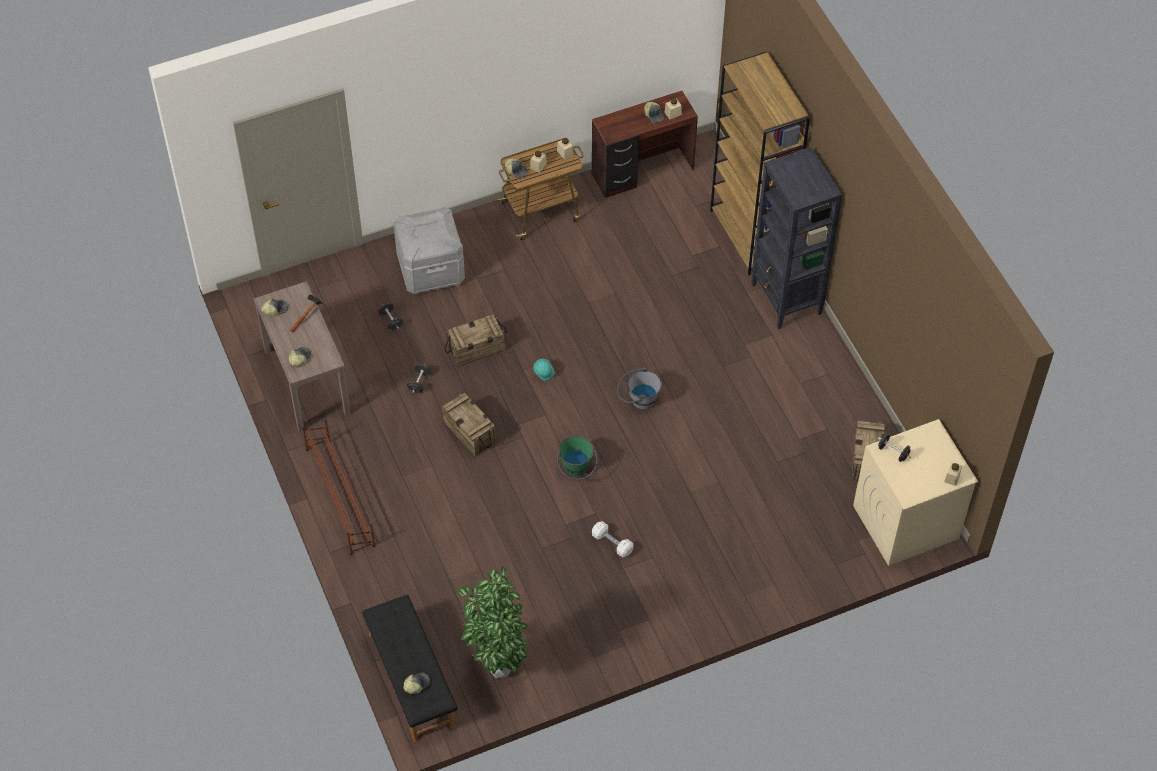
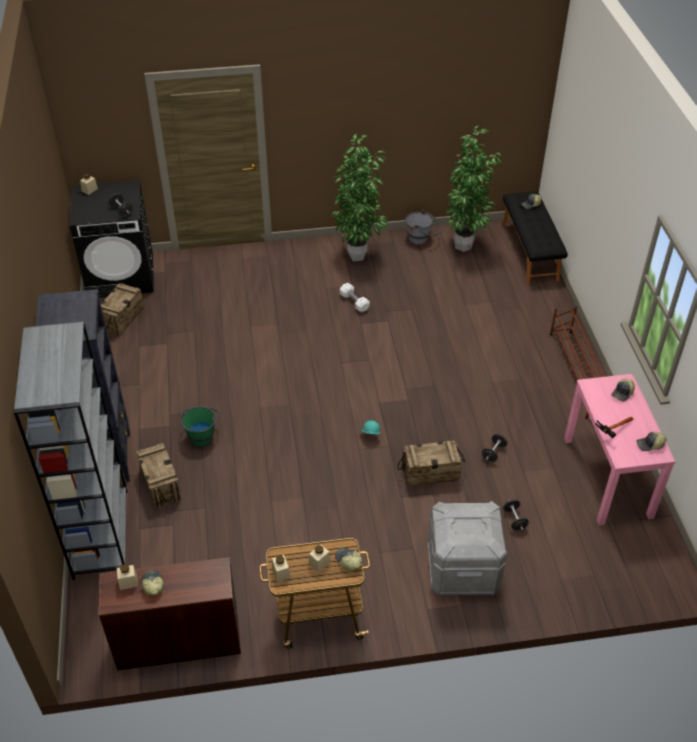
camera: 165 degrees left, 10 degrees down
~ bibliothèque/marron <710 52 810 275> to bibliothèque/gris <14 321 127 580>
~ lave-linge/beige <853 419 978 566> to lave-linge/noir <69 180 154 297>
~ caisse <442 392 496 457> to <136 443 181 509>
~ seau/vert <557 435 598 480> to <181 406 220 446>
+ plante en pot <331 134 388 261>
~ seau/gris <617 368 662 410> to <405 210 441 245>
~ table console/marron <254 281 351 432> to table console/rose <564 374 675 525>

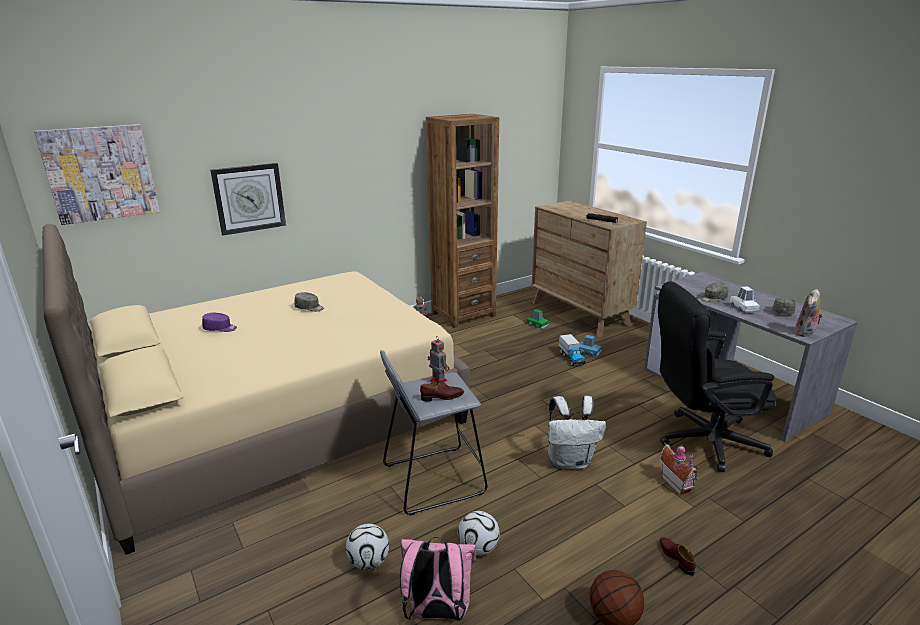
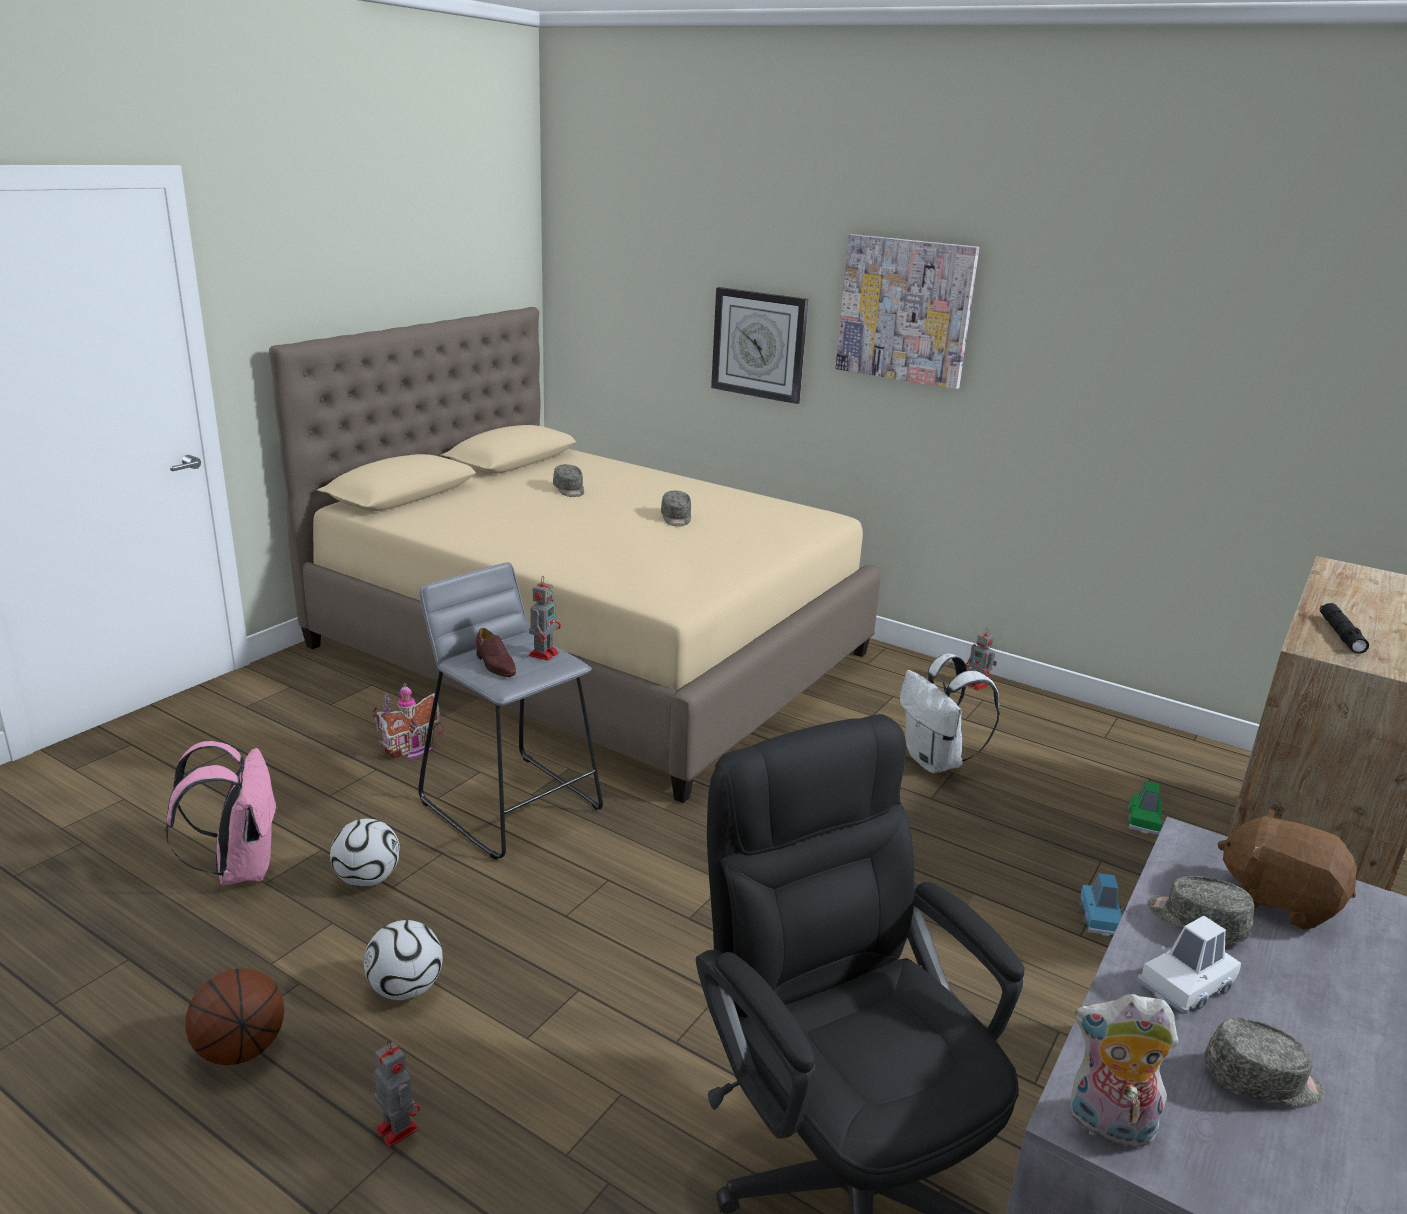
camera: 65 degrees right, 0 degrees up
~ ballon de foot <346 524 389 570> to <364 920 443 1000>
~ maison miniature <660 442 698 495> to <372 683 444 760>
~ chaussure/marron <660 537 696 576> to robot jouet <372 1040 420 1147>
~ casquette/violet <202 313 237 332> to casquette/gris <553 464 584 497>
~ tableau <34 124 160 225> to <836 234 979 389>
~ sac à dos/blanc <548 396 606 469> to <900 654 1000 773>
+ peluche/marron <1217 808 1357 930>
- bibliothèque/marron <426 114 499 328>
- camion jouet <559 334 585 366>

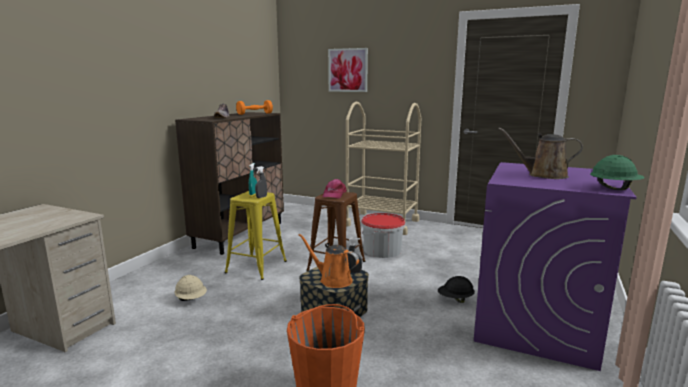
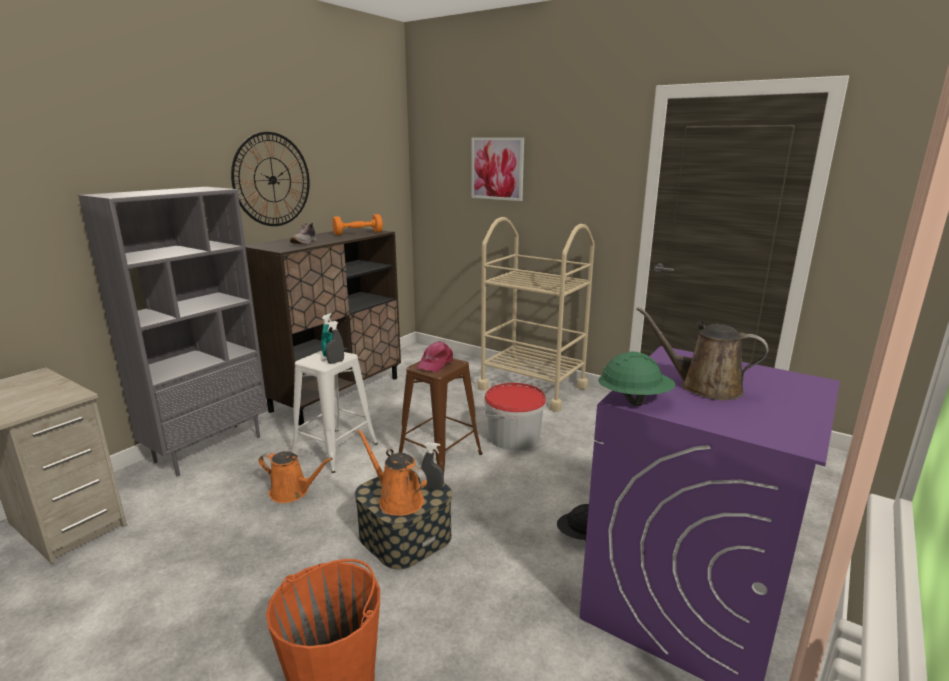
camera: 10 degrees right, 5 degrees up
+ bibliothèque/gris <78 187 268 477>
+ horloge murale <231 132 310 226>
+ arrosoir/orange <259 451 333 503>
~ tabouret/jaune <225 191 287 280> to tabouret/blanc <292 351 378 473>
~ casque de chantier/vert <590 155 645 190> to <598 351 675 406>
- casque de chantier/beige <174 275 207 301>

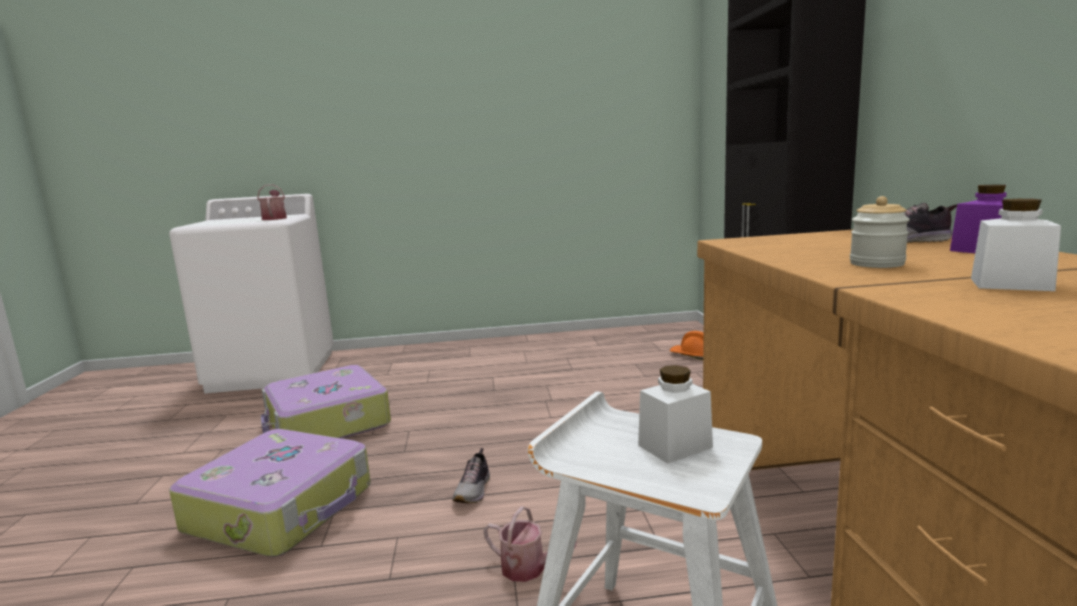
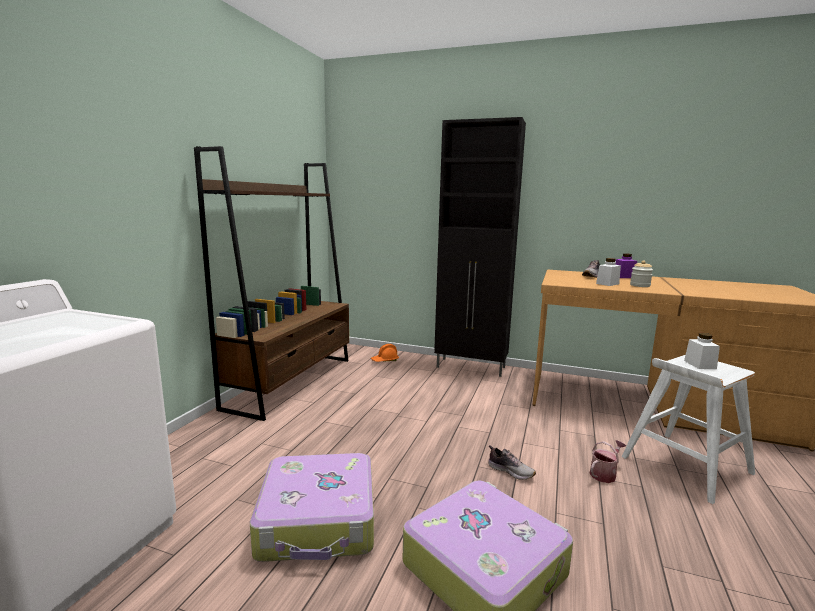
camera: 65 degrees left, 0 degrees up
+ bibliothèque/marron <194 146 349 421>
~ bocal/blanc <971 199 1061 291> to <596 258 621 286>
- arrosoir <257 184 287 220>

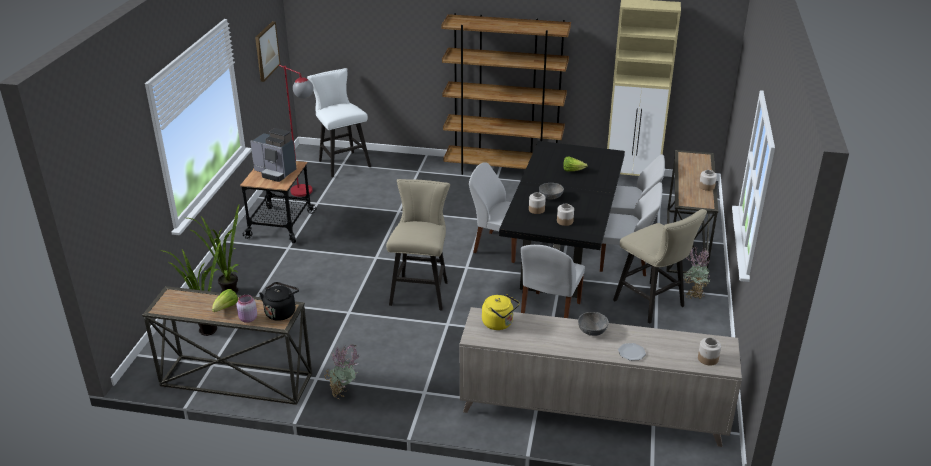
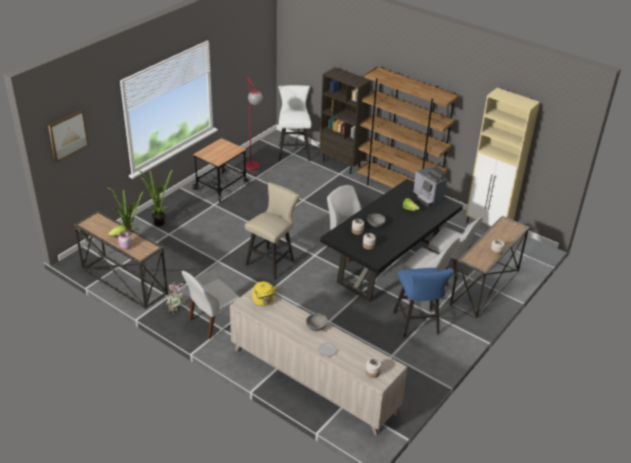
camera: 25 degrees right, 5 degrees up
~ tableau <255 21 281 82> to <48 110 89 162>
~ chaise/blanc <521 245 585 318> to <182 271 240 339>
+ bibliothèque/marron <319 67 371 174>
~ tabouret/beige <613 209 707 323> to tabouret/bleu <393 268 454 337>
~ machine à café <250 128 297 182> to <413 166 447 207>
- bouilloire/noir <259 282 299 321>
- plante en pot <683 247 711 299>

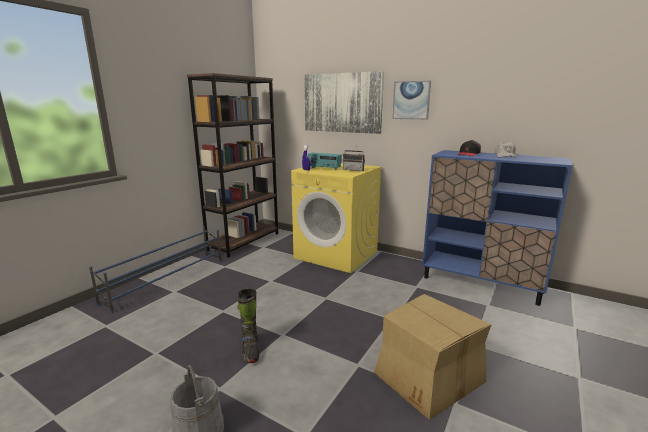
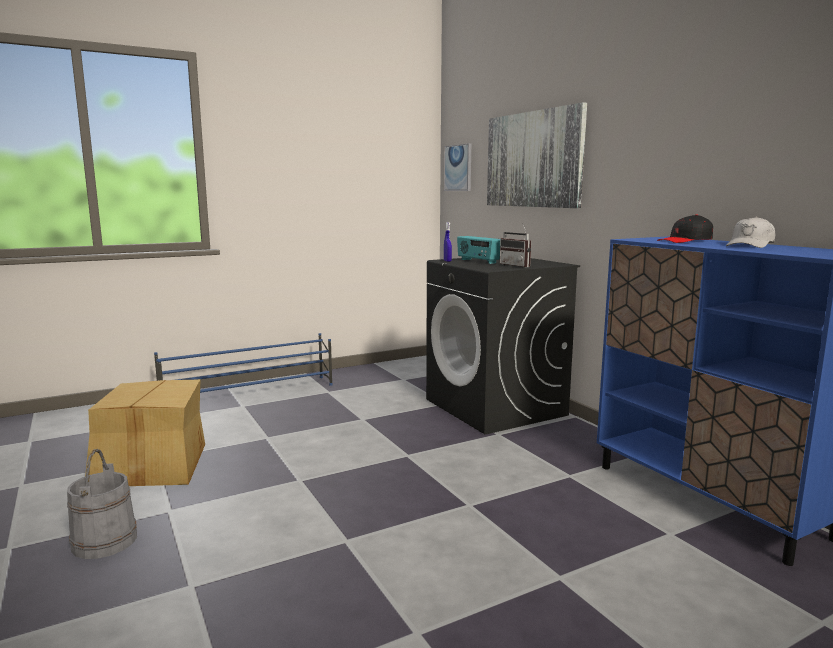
camera: 30 degrees right, 5 degrees down
~ carton <374 294 492 420> to <85 379 205 486>
~ lave-linge/jaune <291 163 382 273> to lave-linge/noir <426 258 580 435>
~ tableau <392 81 431 120> to <444 143 471 191>
- bibliothèque/marron <187 73 278 258>
- botte/noir <237 288 259 363>

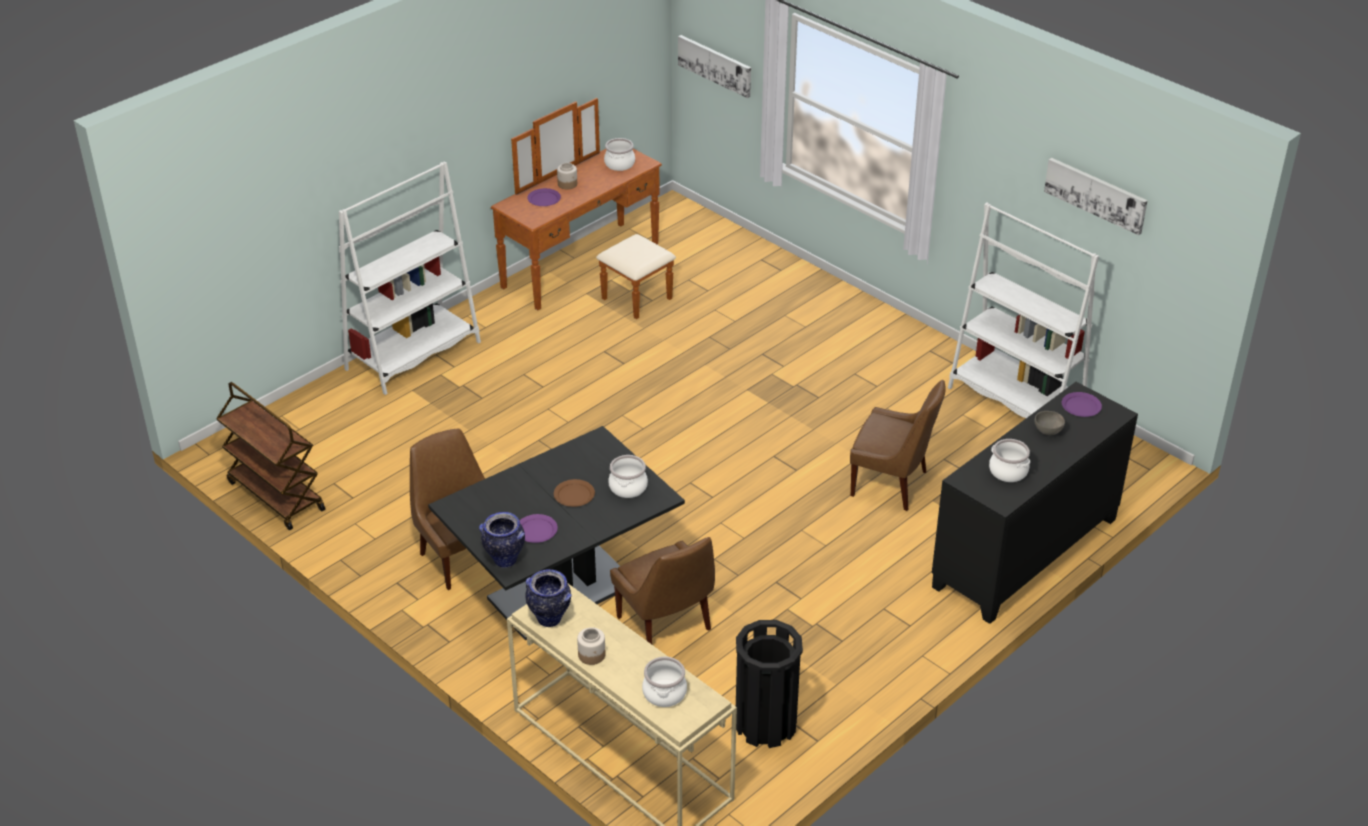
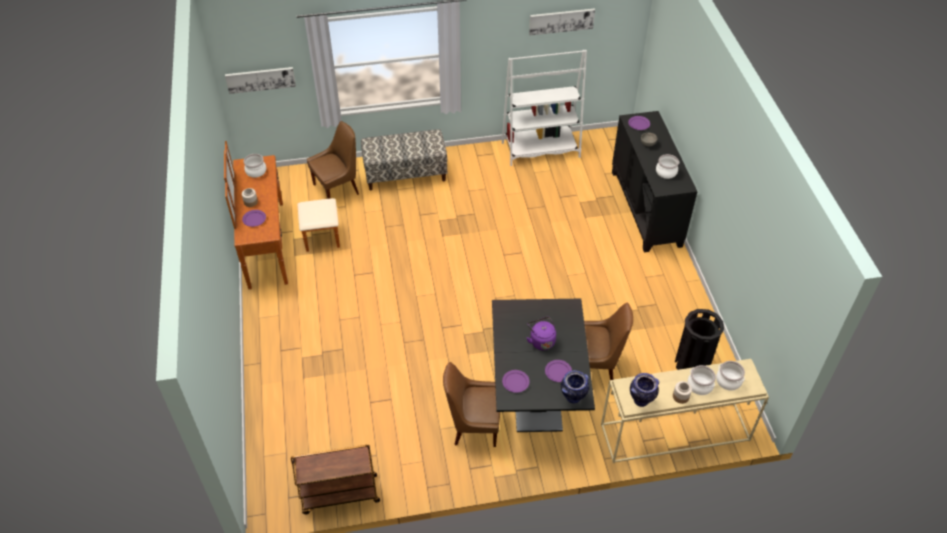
camera: 55 degrees left, 10 degrees up
~ chaise/marron <850 380 946 511> to <307 121 359 199>
+ banc <361 129 447 190>
+ assiette/violet <502 370 530 393>
~ assiette/marron <554 479 595 507> to bouilloire/violet <527 317 556 350>
~ marmite <608 455 648 498> to <687 365 716 395>
- bibliothèque/blanc <339 161 481 395>

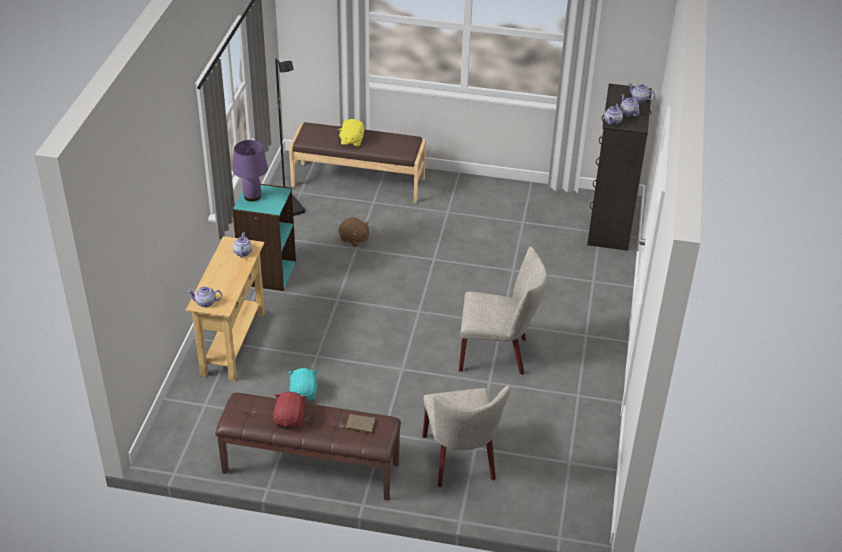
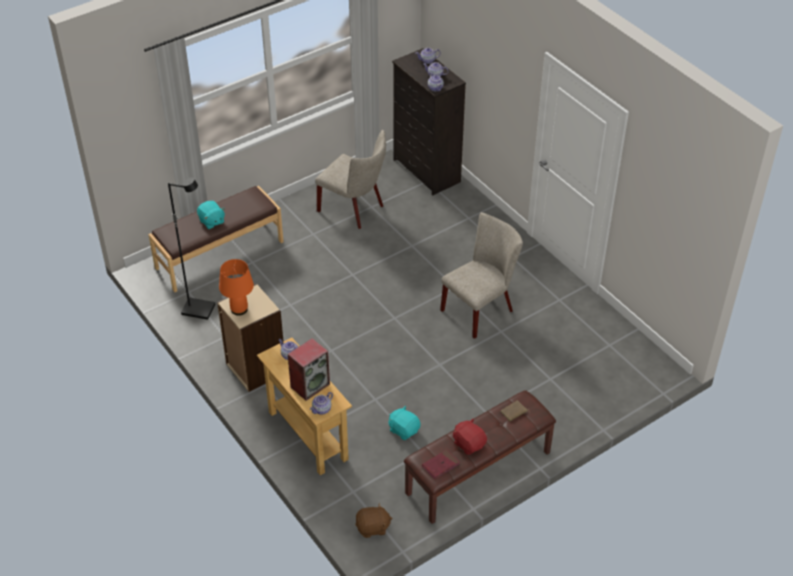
camera: 45 degrees left, 5 degrees up
~ peluche/jaune <338 119 364 147> to peluche/turquoise <197 201 225 229>
~ bibliothèque/turquoise <232 184 296 291> to bibliothèque/beige <217 283 283 392>
~ lampe de table/violet <232 140 268 202> to lampe de table/orange <219 259 254 316>
+ enceinte <288 338 330 401>
~ chaise/beige <422 386 511 487> to <315 130 386 229>
~ peluche/marron <338 217 369 247> to <355 503 392 538>
+ livre/rouge <422 450 460 479>

